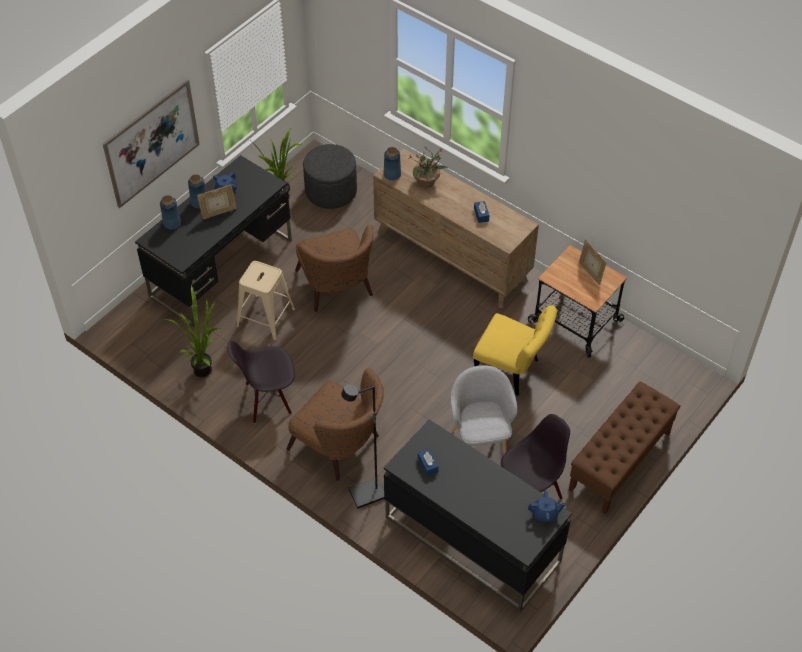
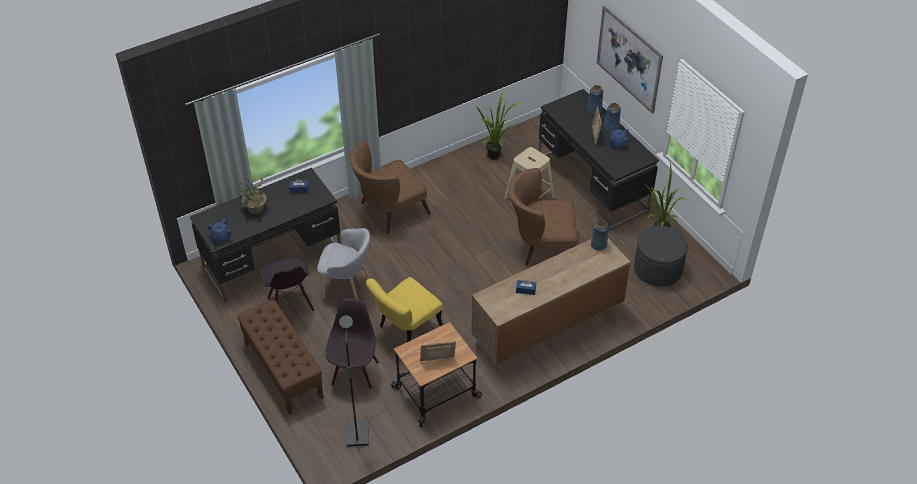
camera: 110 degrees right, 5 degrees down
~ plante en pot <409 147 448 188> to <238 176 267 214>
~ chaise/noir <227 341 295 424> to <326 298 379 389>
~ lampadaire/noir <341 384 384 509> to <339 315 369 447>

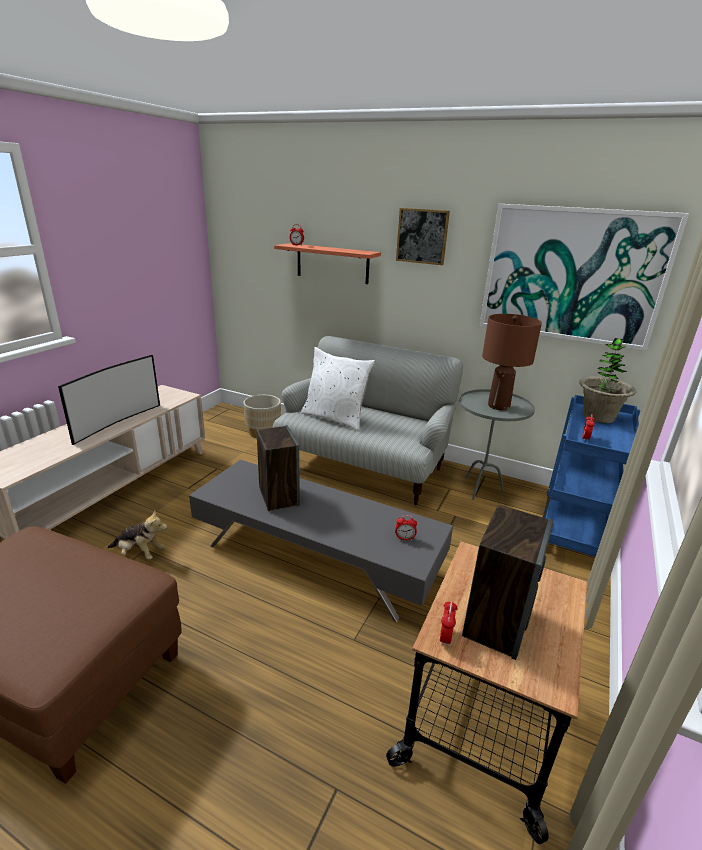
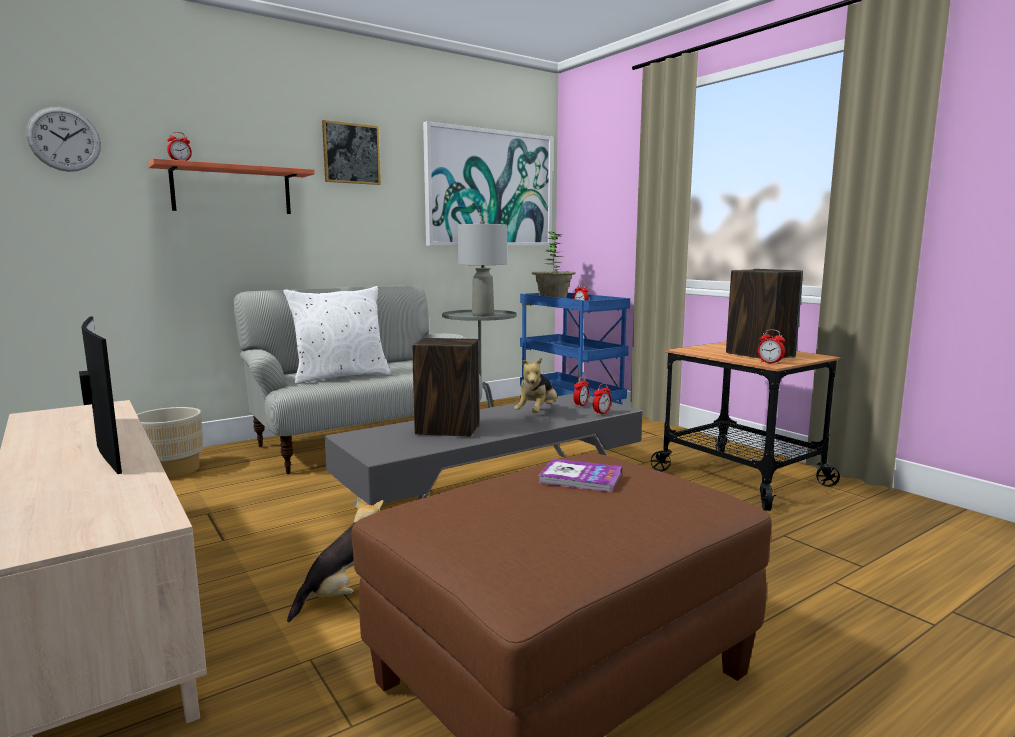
camera: 60 degrees left, 15 degrees down
+ horloge murale <26 107 101 172>
~ lampe de table/marron <482 314 542 410> to lampe de table/gris <458 221 507 317>
+ peluche <514 357 557 413>
+ livre <538 458 622 492>
+ réveil <593 383 611 415>

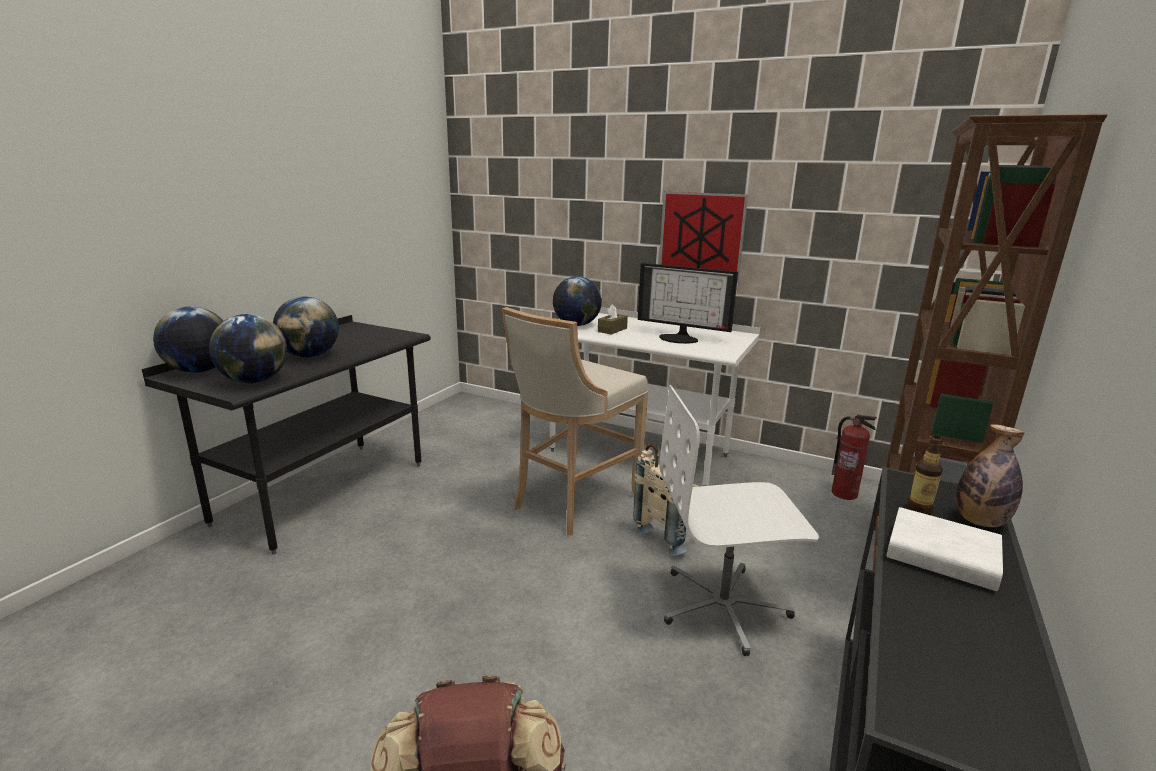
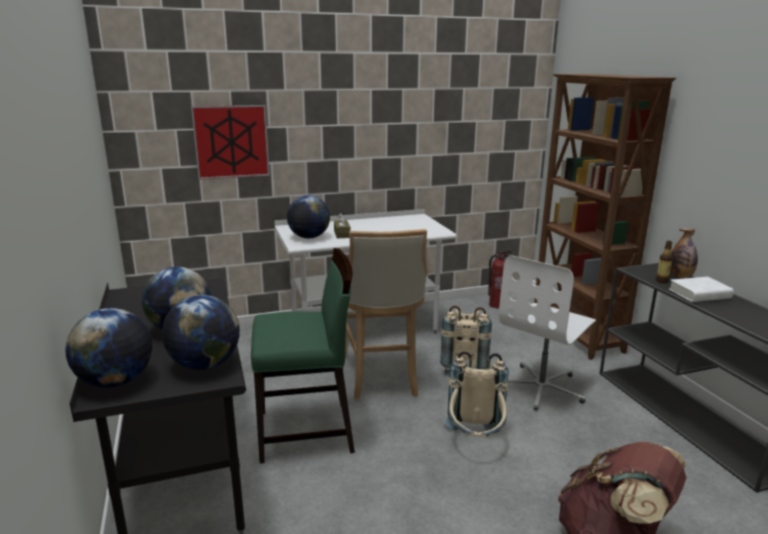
camera: 45 degrees left, 0 degrees up
~ tableau <659 191 748 282> to <191 105 270 179>
+ chaise/vert <251 248 355 464>
+ sac à dos/beige <444 351 509 437>
- écran d'ordinateur <638 263 738 344>

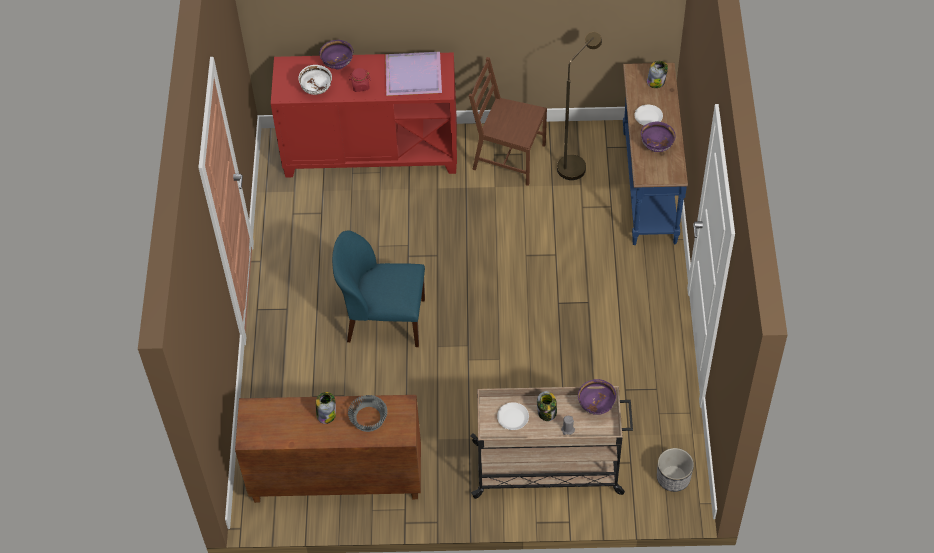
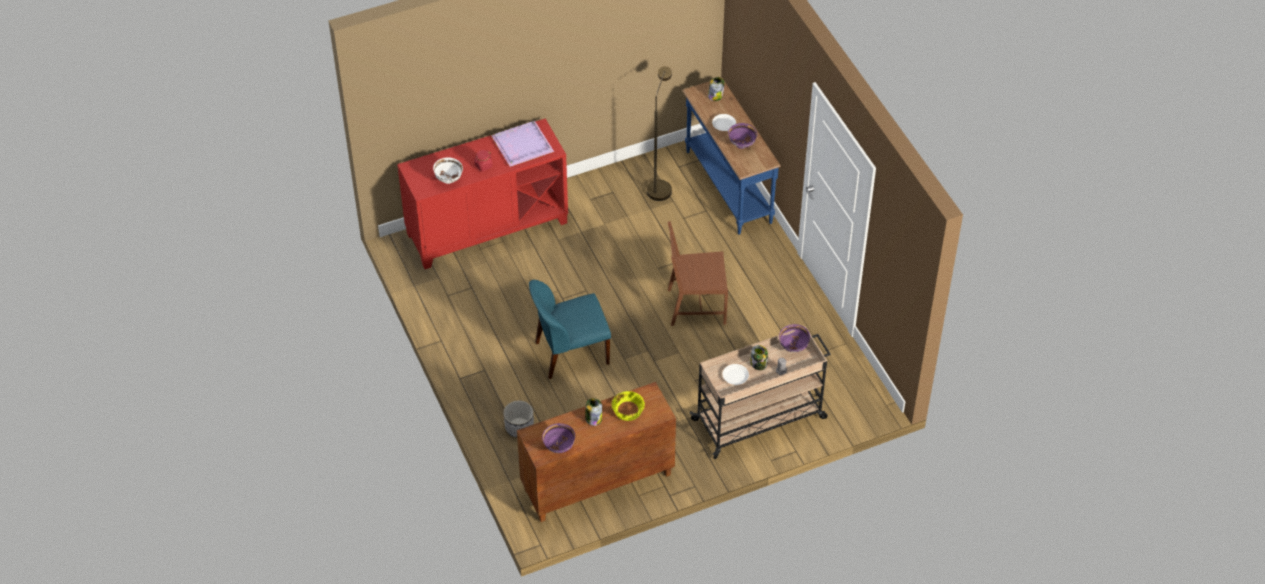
camera: 25 degrees left, 5 degrees down
~ cache-pot <657 448 694 492> to <503 401 534 437>
~ bol/violet <319 40 353 70> to <542 423 575 453>
~ bol/gris <348 395 387 432> to bol/jaune <611 391 645 421>
~ chaise/marron <469 57 547 186> to <668 221 728 326>

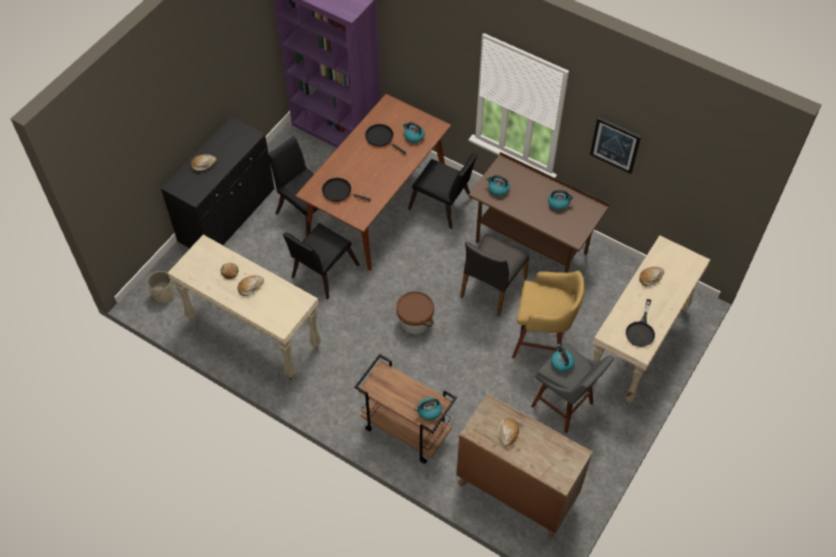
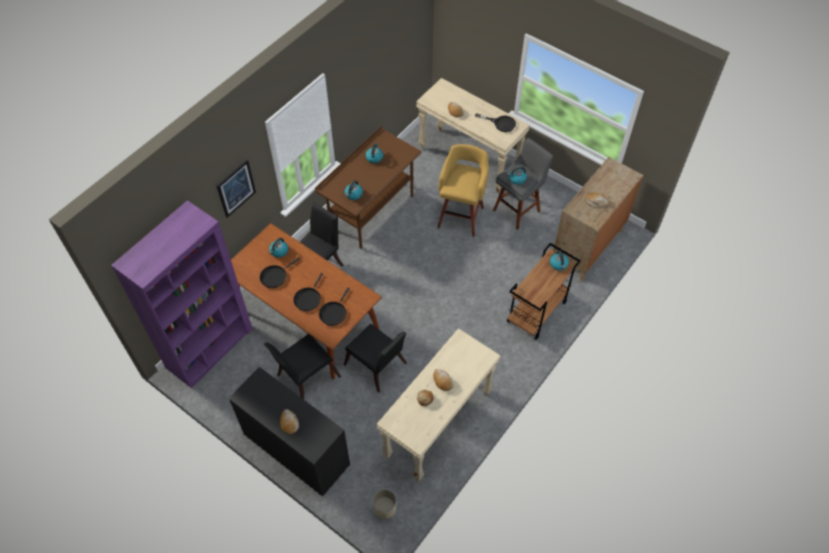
camera: 85 degrees left, 0 degrees up
~ tableau <590 117 641 174> to <216 159 256 218>
+ poêle/noir <293 273 323 311>
- seau/marron <396 291 434 334>
- chaise/gris <460 233 529 316>

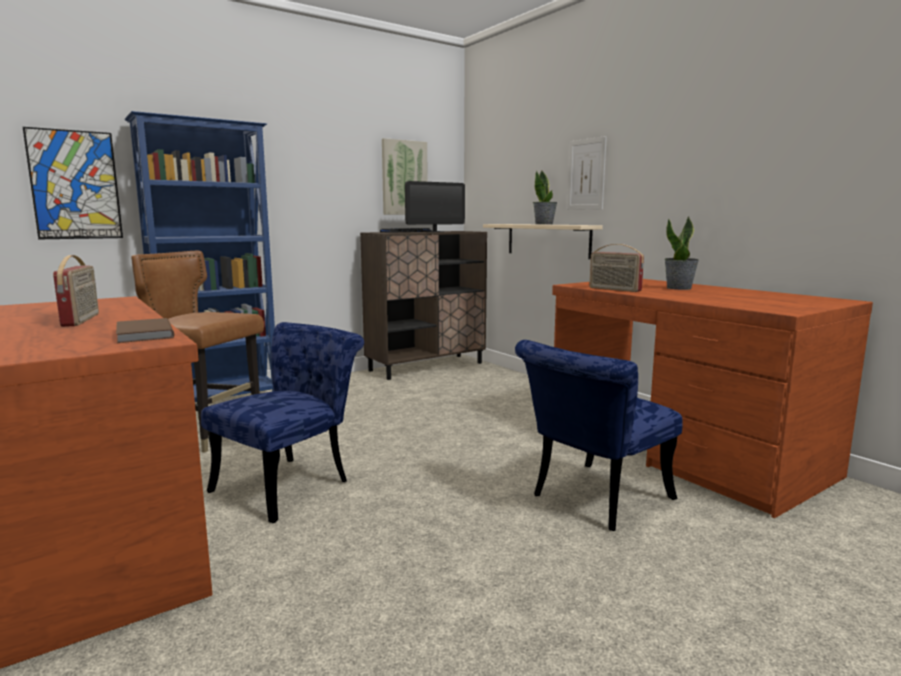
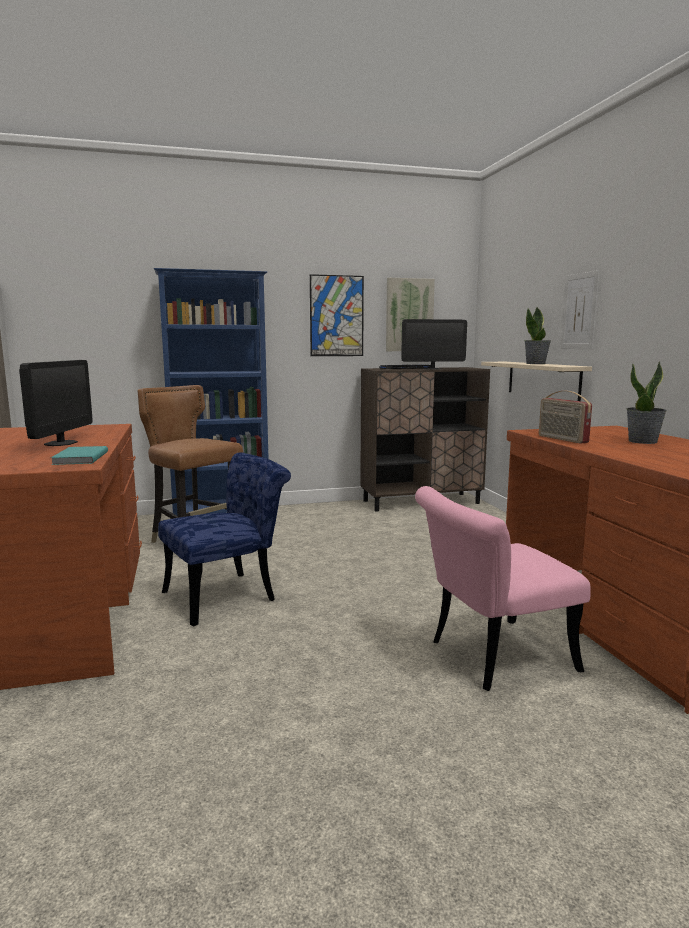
camera: 20 degrees right, 0 degrees up
~ radio <53 255 99 327> to écran d'ordinateur <19 360 92 446>
~ livre/marron <116 318 174 343> to livre/turquoise <51 446 108 465>
~ tableau <23 127 123 239> to <310 274 364 356>
~ chaise/bleu <515 340 683 531> to chaise/rose <415 486 591 691>

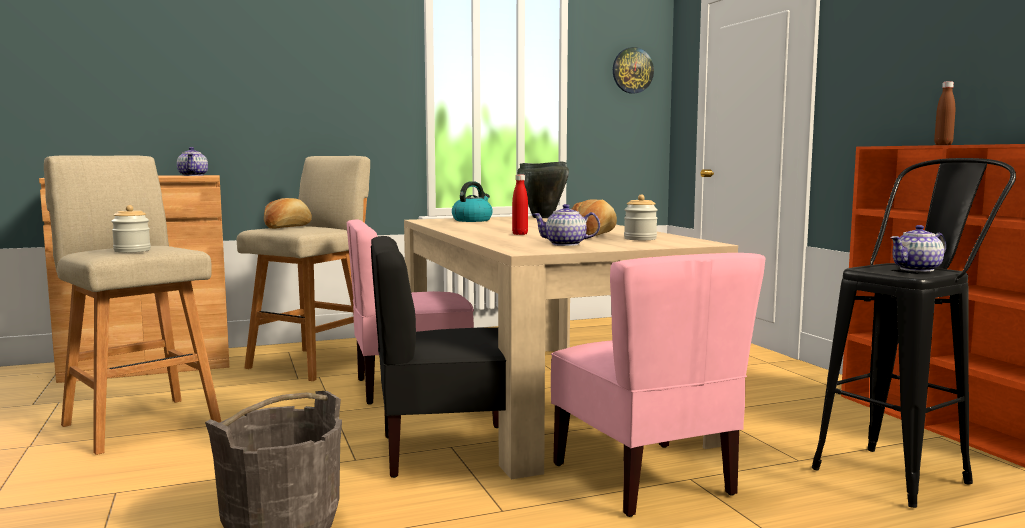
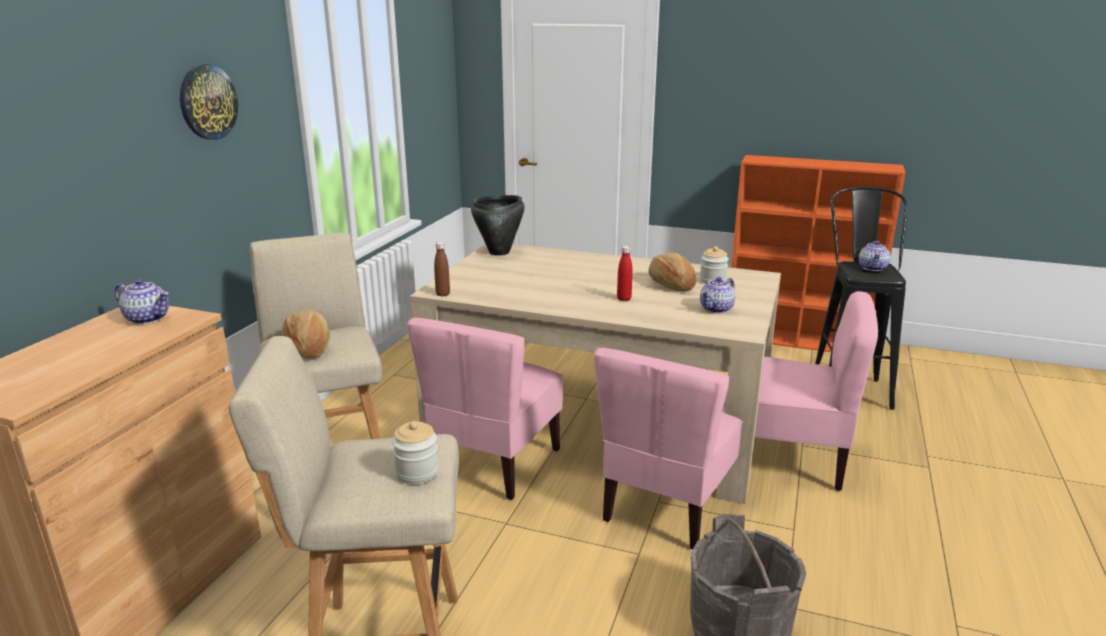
camera: 50 degrees left, 15 degrees up
~ horloge murale <613 47 654 94> to <180 64 238 140>
~ bouteille/marron <934 81 955 145> to <434 242 450 297>
~ chaise/noir <371 236 506 478> to chaise/rose <594 347 743 550>
- bouilloire <452 181 493 222>

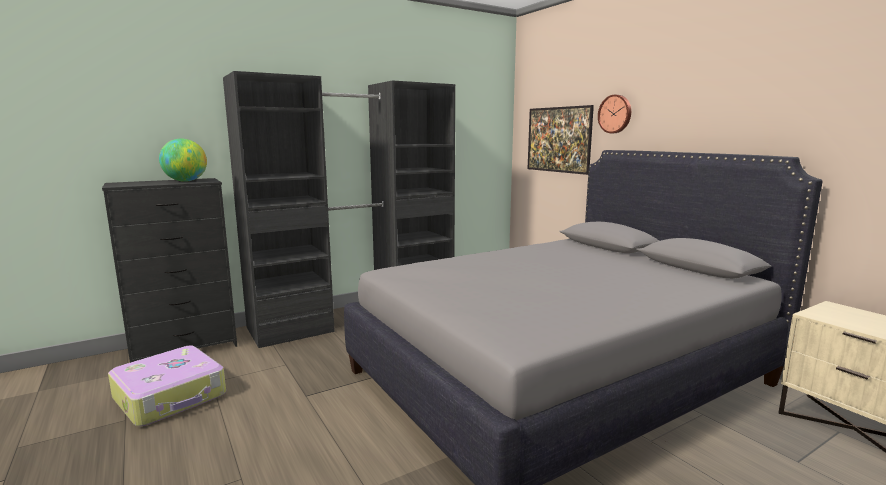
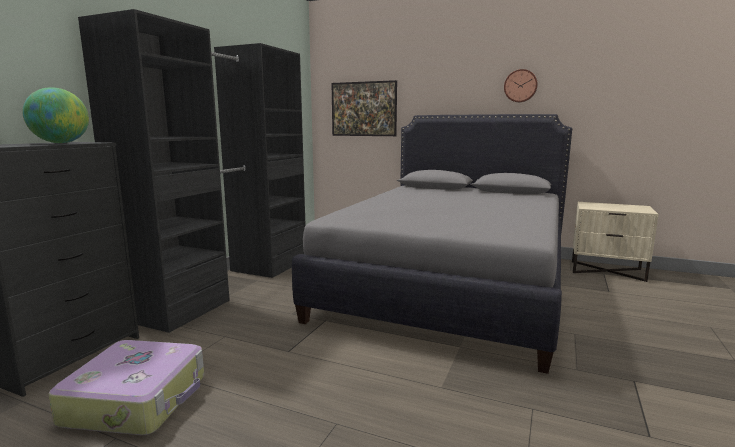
camera: 35 degrees left, 0 degrees up
~ horloge murale <598 95 631 133> to <504 69 538 102>

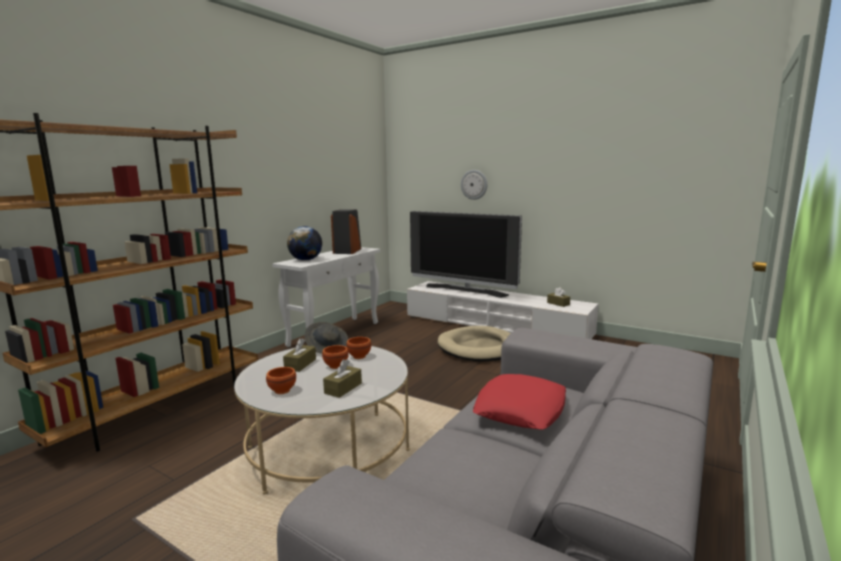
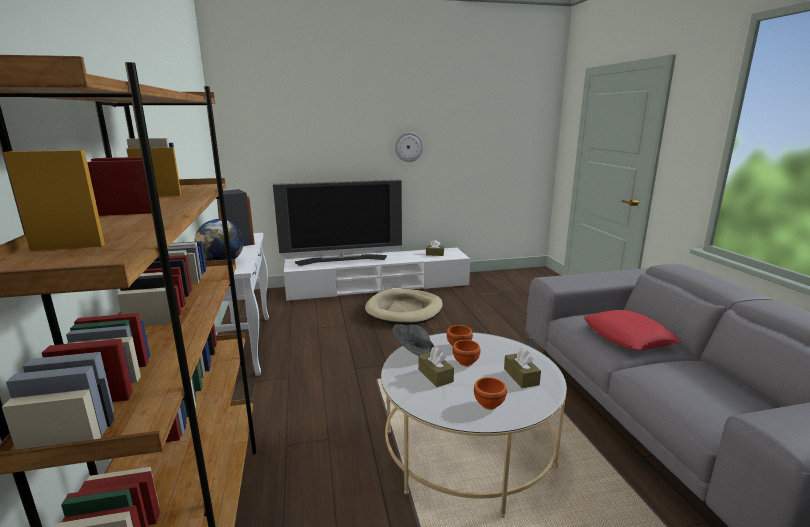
camera: 45 degrees left, 5 degrees up
~ horloge murale <461 170 487 200> to <395 132 424 162>

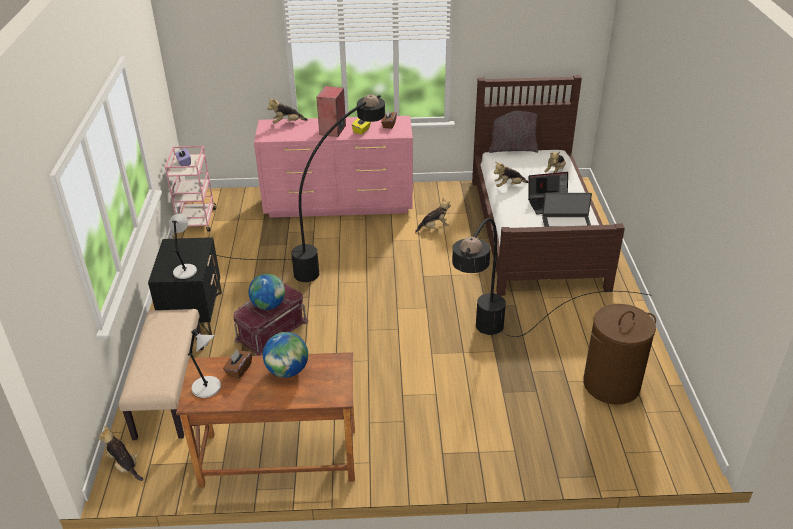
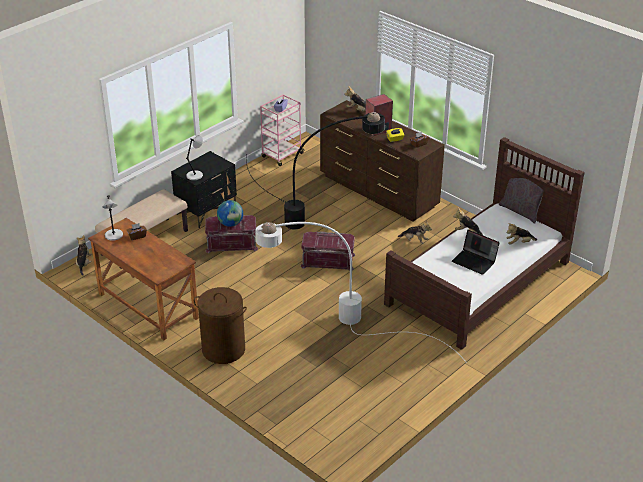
camera: 45 degrees right, 0 degrees up
~ panier à linge/marron <583 304 656 405> to <194 287 247 364>
~ lampadaire/noir <452 218 652 337> to lampadaire/blanc <255 222 467 363>
+ boîte de rangement/rouge <300 232 355 271>
~ commode/rose <254 116 413 218> to commode/marron <320 100 445 222>
- globe <263 332 308 378>
- ordinateur portable <542 193 592 227>

